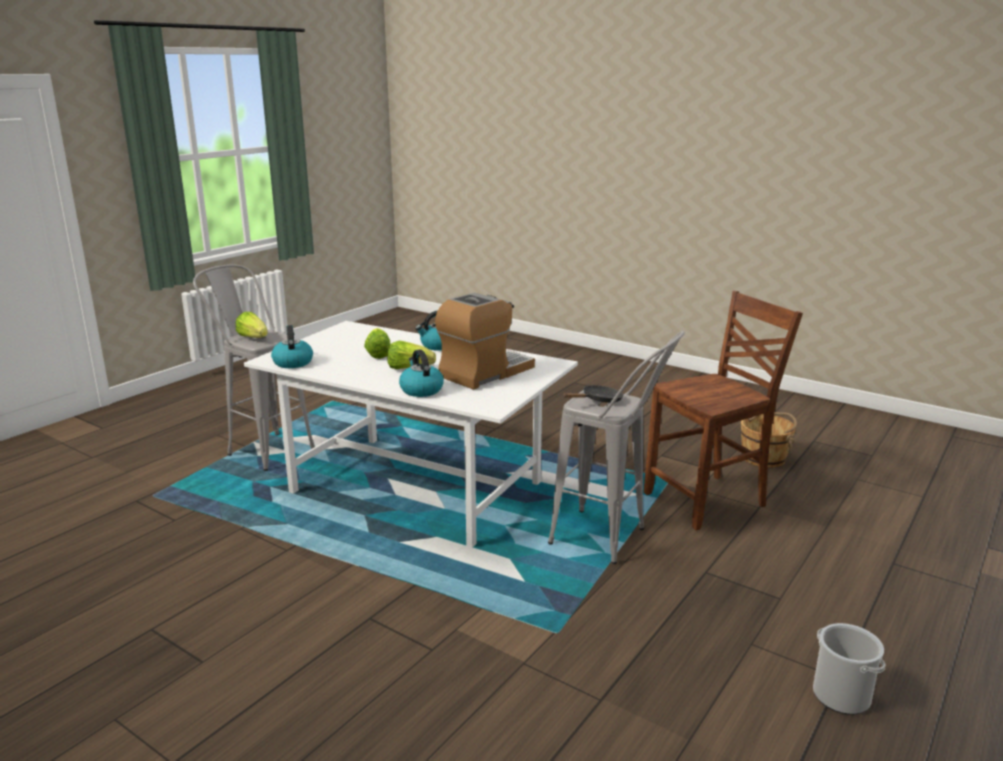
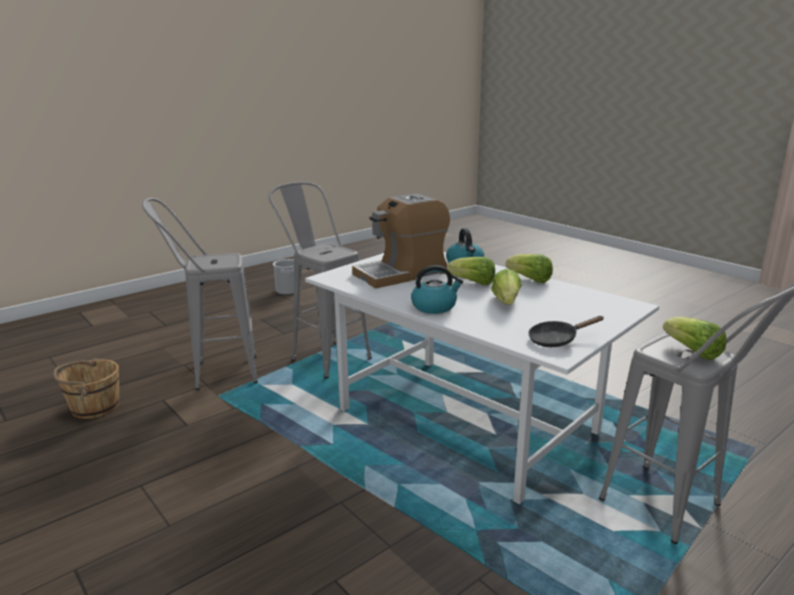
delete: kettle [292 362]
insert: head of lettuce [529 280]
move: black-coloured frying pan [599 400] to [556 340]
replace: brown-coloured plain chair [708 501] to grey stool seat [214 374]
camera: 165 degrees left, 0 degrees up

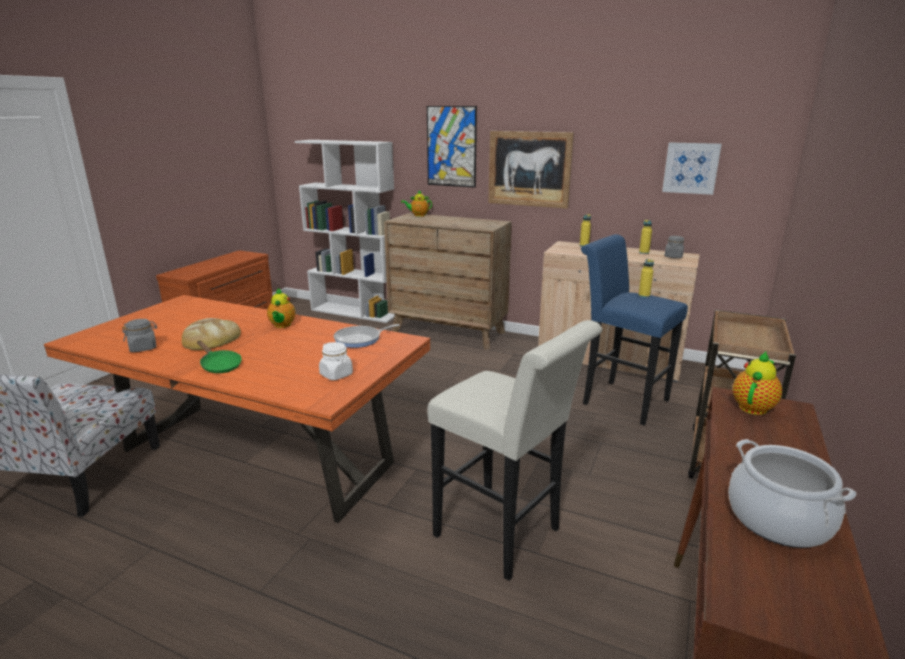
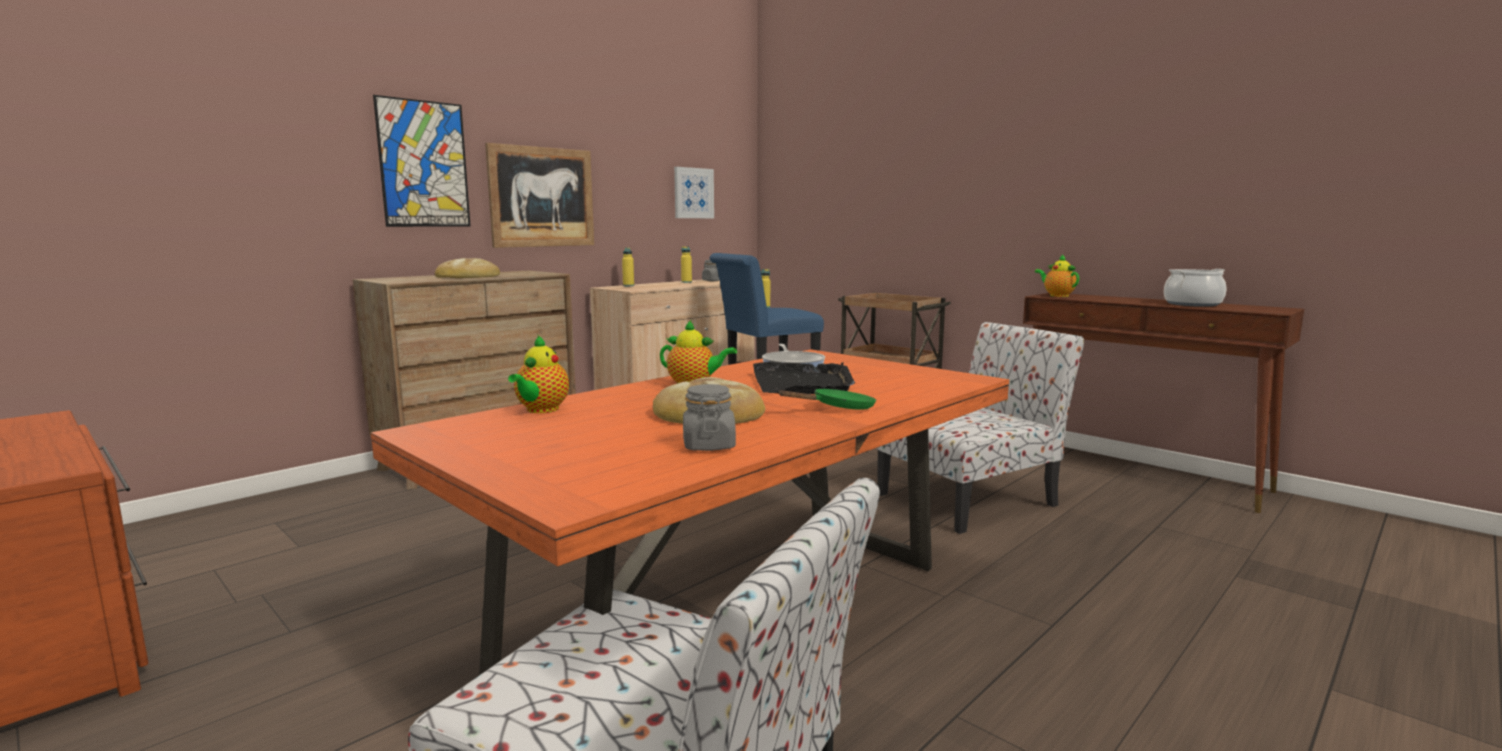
delete: white shelving unit [355 312]; white preserve jar [336 375]
insert: baked bread [469 276]; black-coloured carrying tray [803 384]
move: tea pot [418 215] to [541 410]
replace: white stool seat [504 536] to plain chair [970 499]
camera: 70 degrees left, 10 degrees down

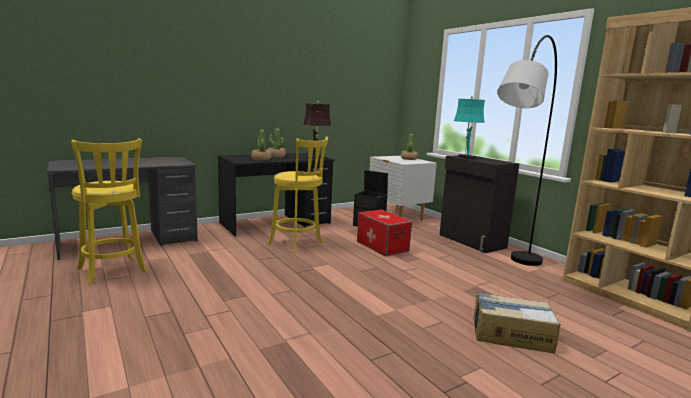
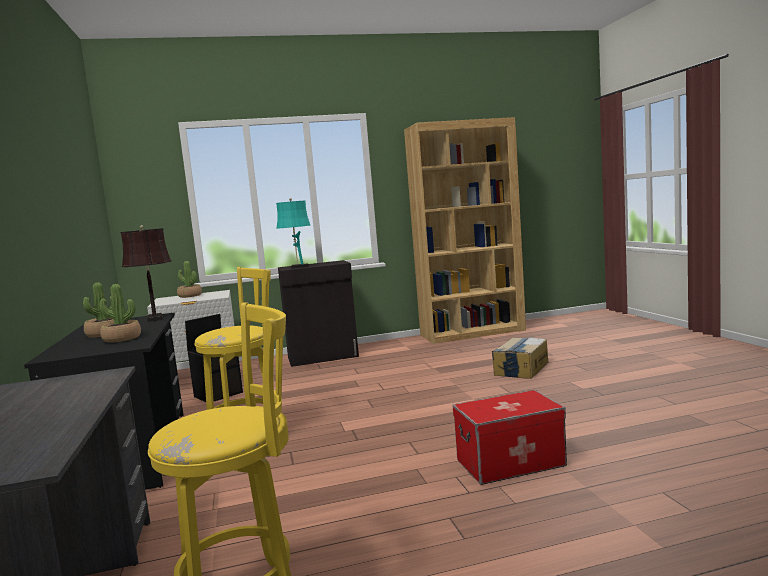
delete: grey standard lamp [510 277]
move: storage box [382 246] to [510 462]
camera: 70 degrees left, 5 degrees down

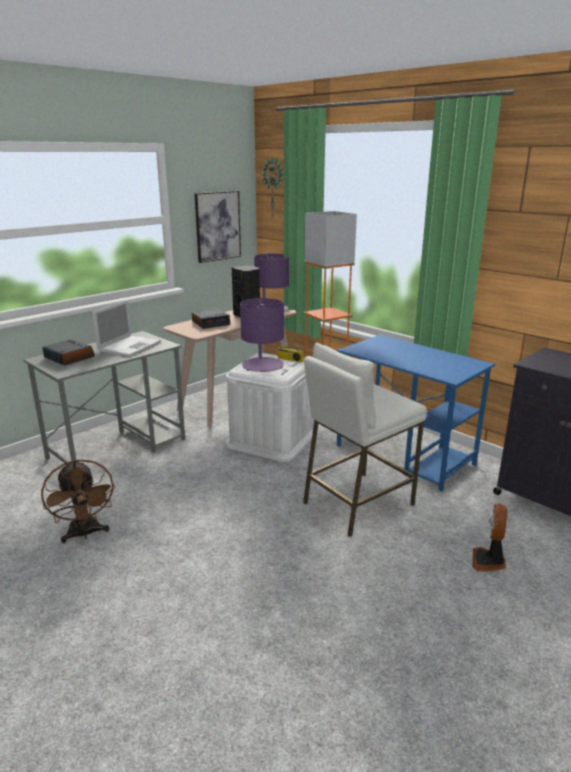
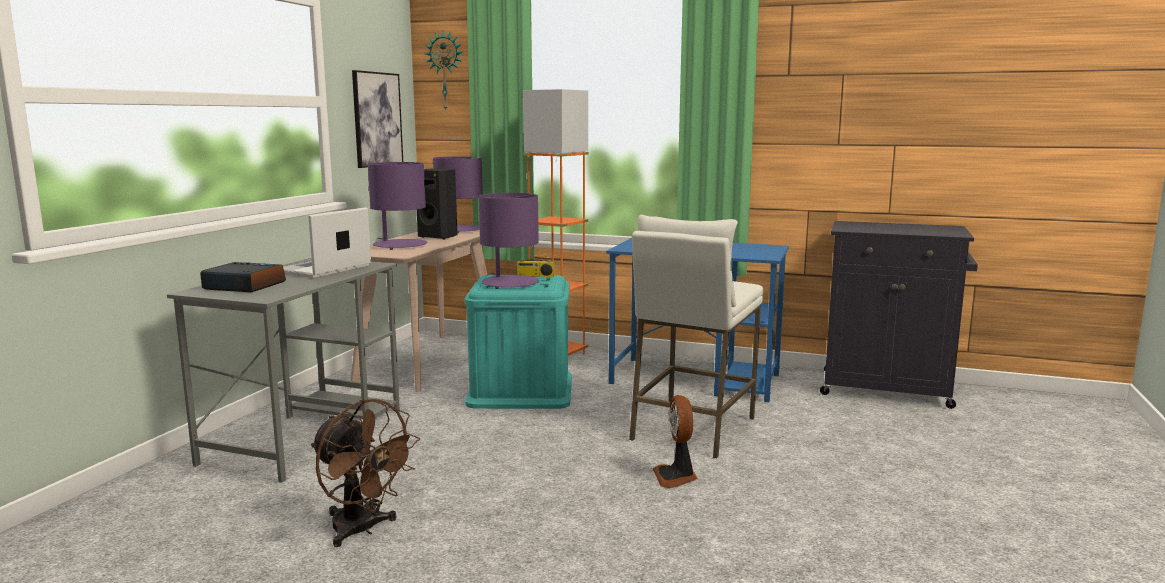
move: fan [489 561] to [676 477]
replace: alarm clock [211 323] to purple table lamp [399 245]
recolor: white storage box [272 439] to turquoise-coloured storage box [521 390]
rotate: portable computer [130 346] = [322 269] 150 degrees counterclockwise
camera: 25 degrees left, 10 degrees down

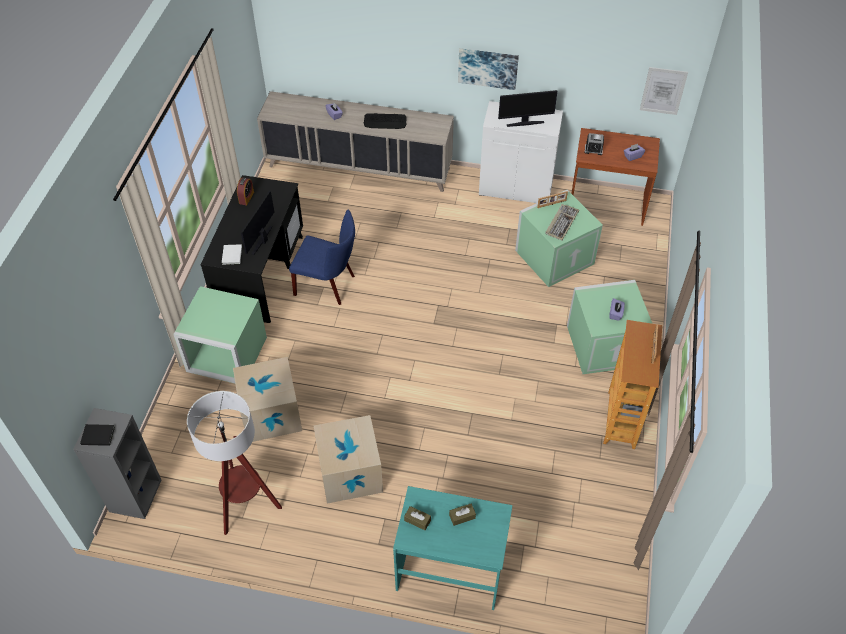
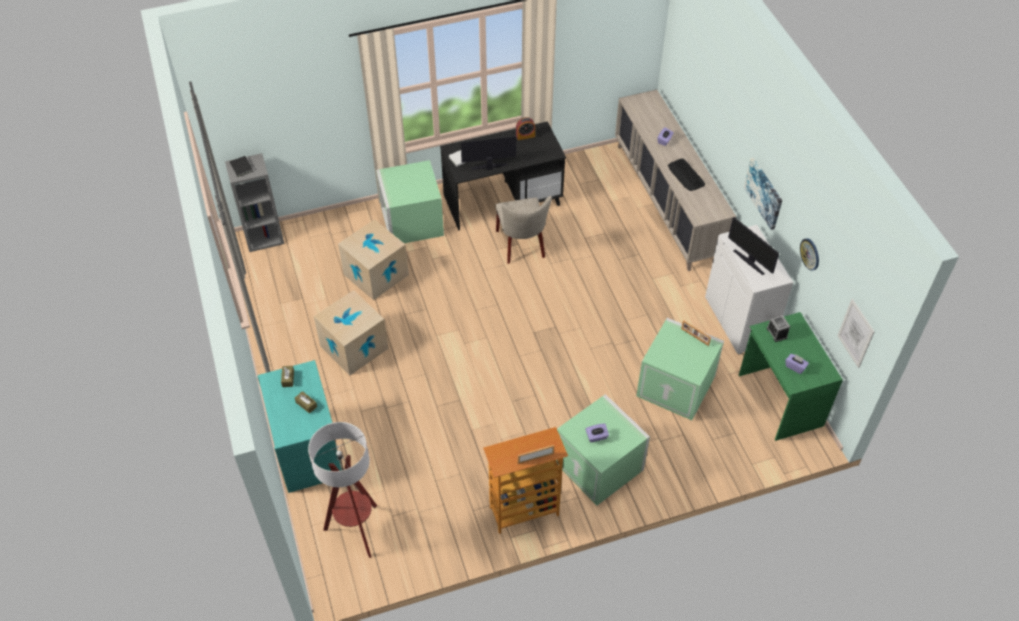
delete: computer keyboard [561 223]
insert: clock on the wall [810 254]
move: standard lamp [247 507] to [356 530]
recolor: brown-coloured desk [606 204] to greenish desk [779 400]; bluish plain chair [328 285] to sand-coloured plain chair [522 246]
camera: 60 degrees right, 0 degrees up

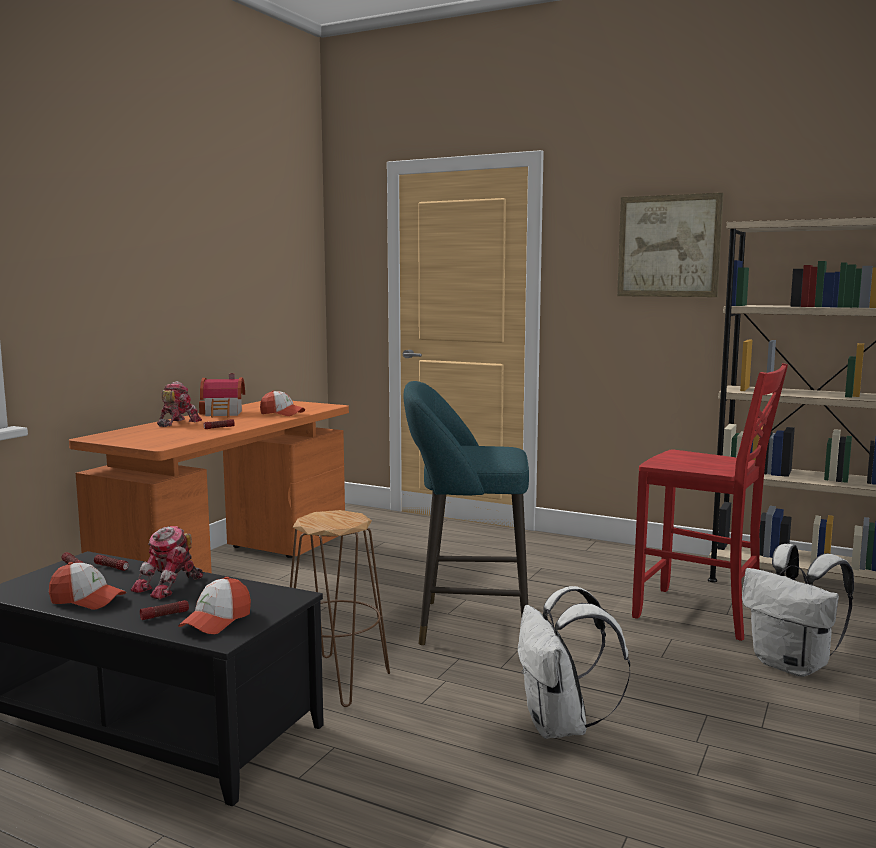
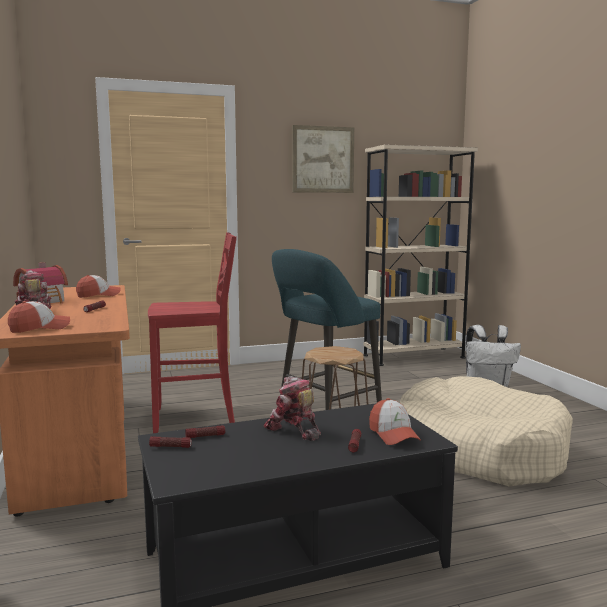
move: red plain chair [701 615] to [196 418]; peaked cap [87 600] to [40 328]
replace: white rucksack [561 727] to sand-coloured dog cushion [478 450]
rotate: robot figure [170 586] = [293 430] 150 degrees clockwise
camera: 45 degrees left, 0 degrees up

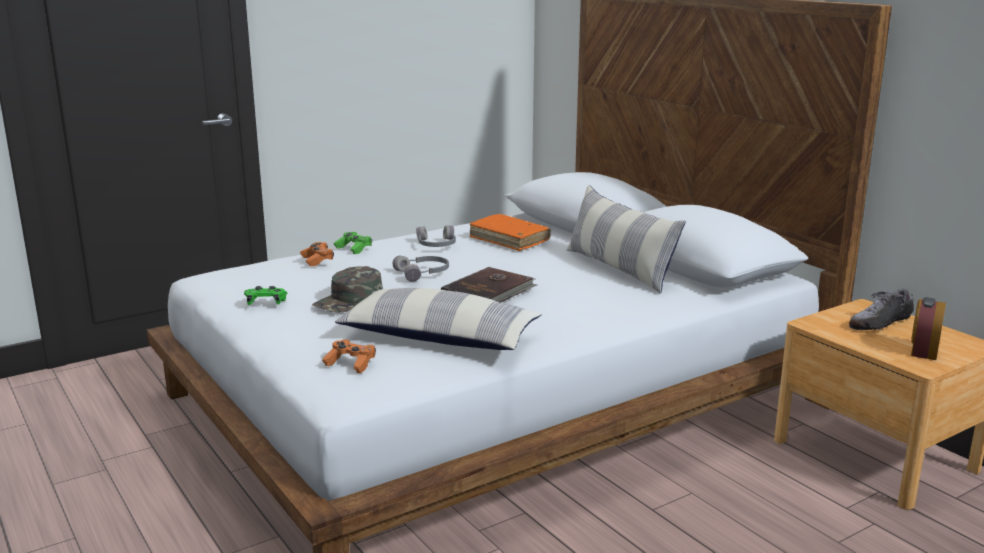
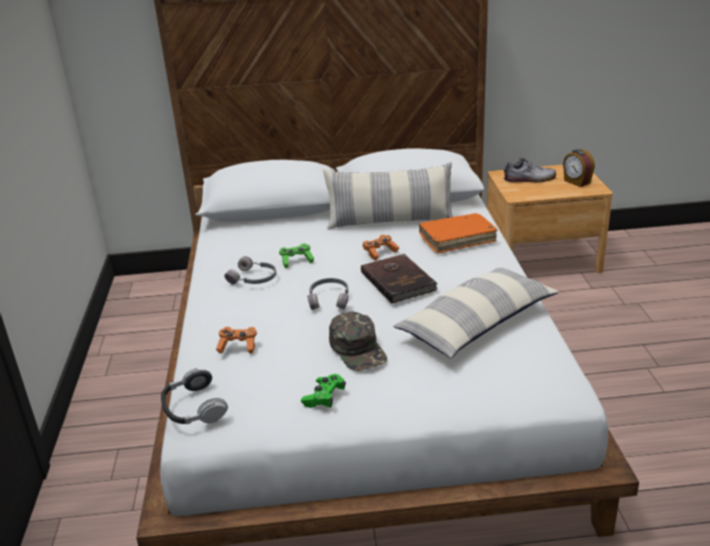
insert: headphones [193 407]
move: orangey book [509 240] to [457 239]; greenish joypad [353 249] to [296 261]; orangey joypad [350 364] to [380 252]
rotate: low shoe [879 323] = [529 179] 90 degrees counterclockwise
camera: 60 degrees left, 10 degrees up

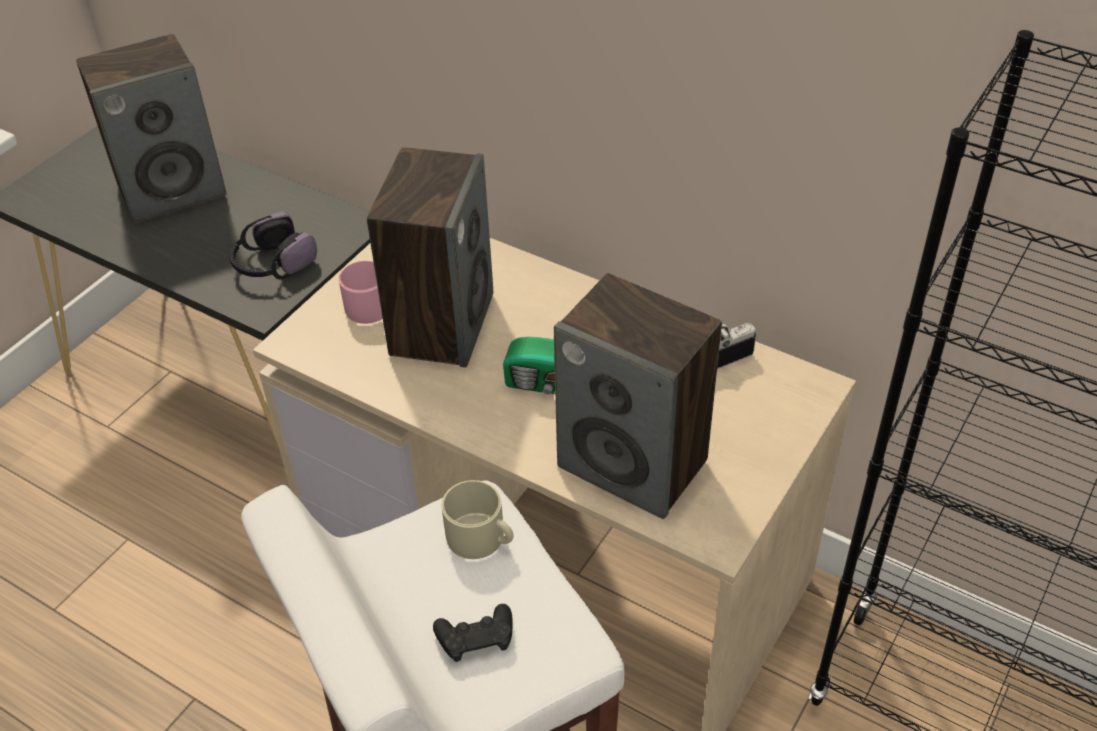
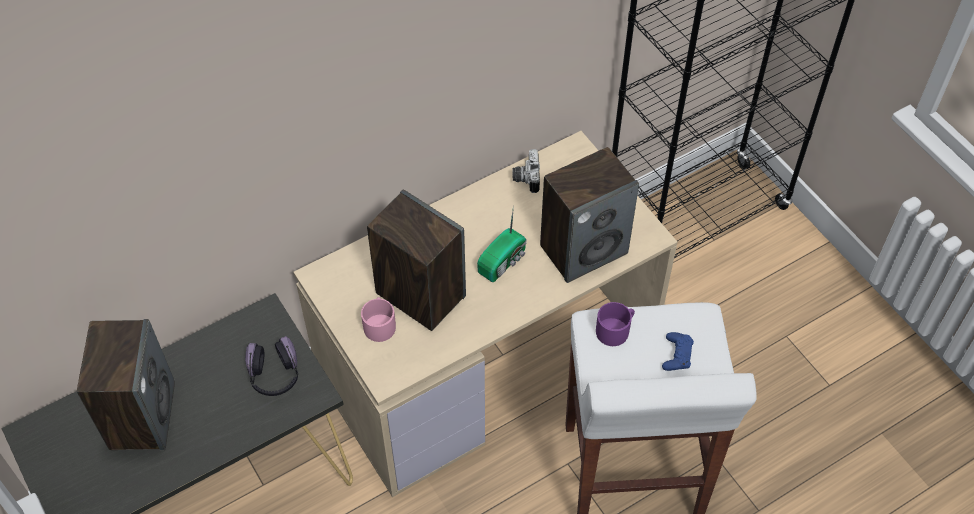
recolor: sand-coloured coffee mug [481 538] to purple coffee mug [615 329]; black-coloured joypad [476 637] to bluish joypad [677 355]
camera: 65 degrees left, 10 degrees up

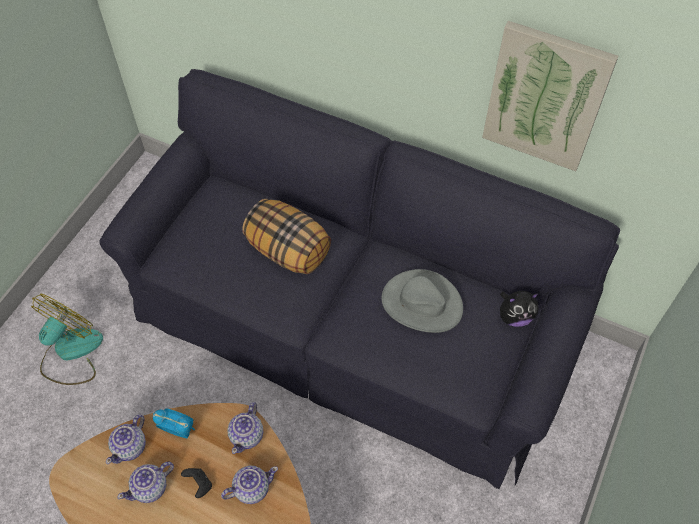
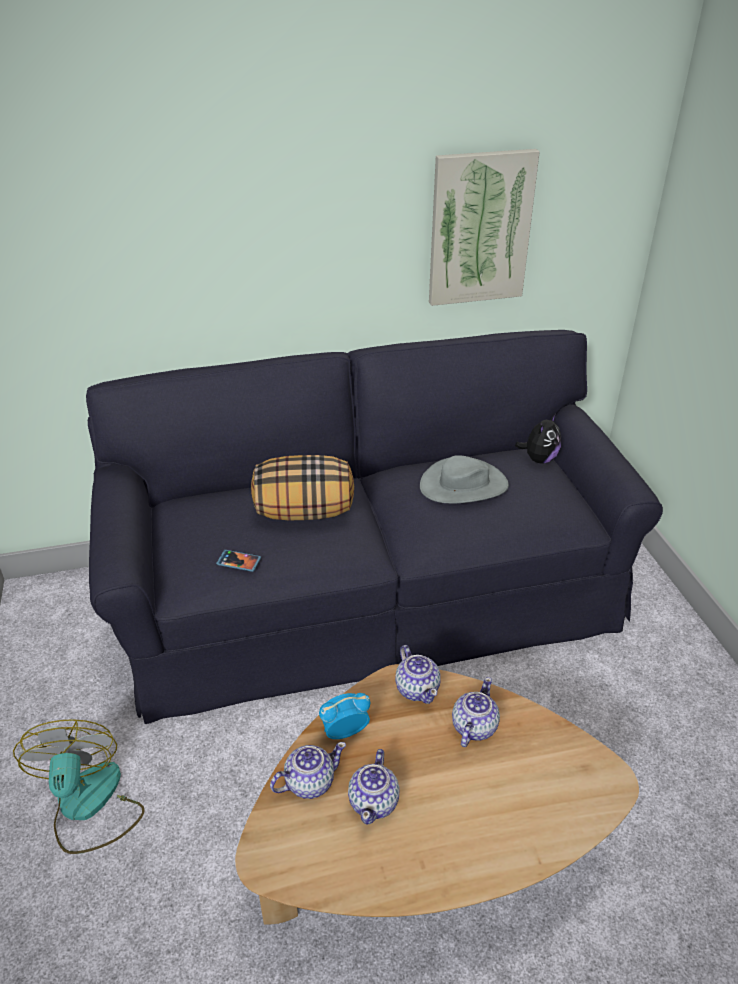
delete: black-coloured joypad [199 484]
insert: telephone [238 562]
rotate: tea pot [130 446] = [309 782] 105 degrees counterclockwise
camera: 40 degrees left, 20 degrees down

